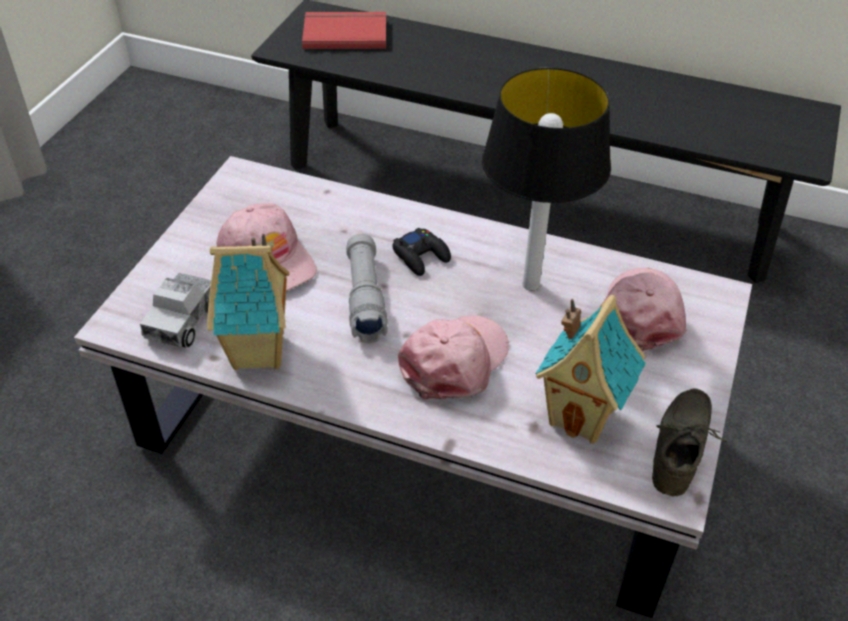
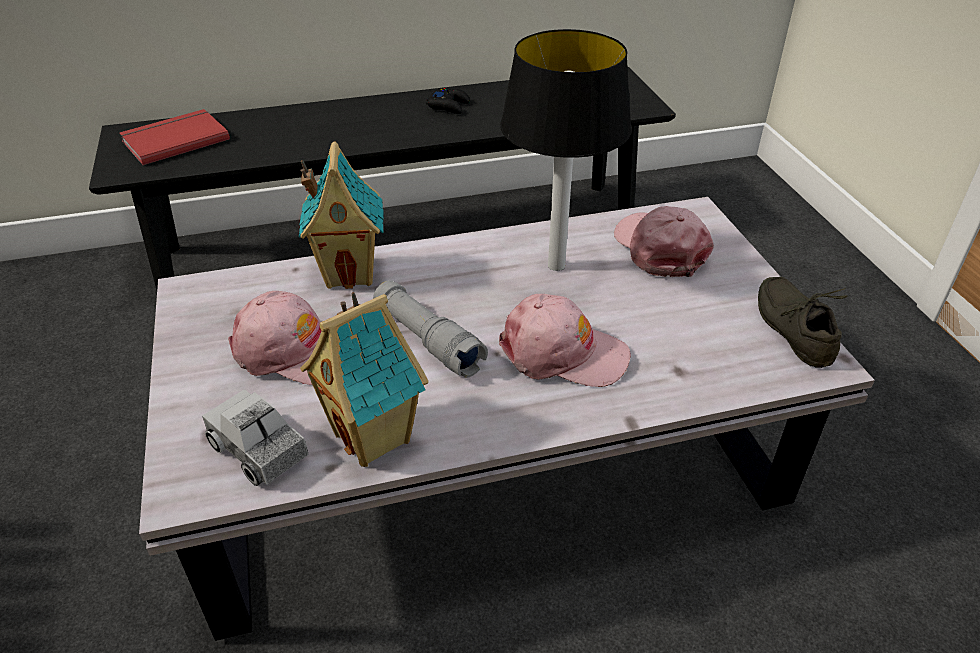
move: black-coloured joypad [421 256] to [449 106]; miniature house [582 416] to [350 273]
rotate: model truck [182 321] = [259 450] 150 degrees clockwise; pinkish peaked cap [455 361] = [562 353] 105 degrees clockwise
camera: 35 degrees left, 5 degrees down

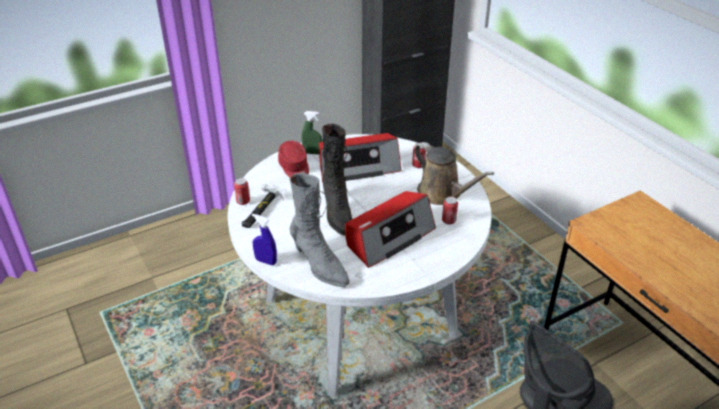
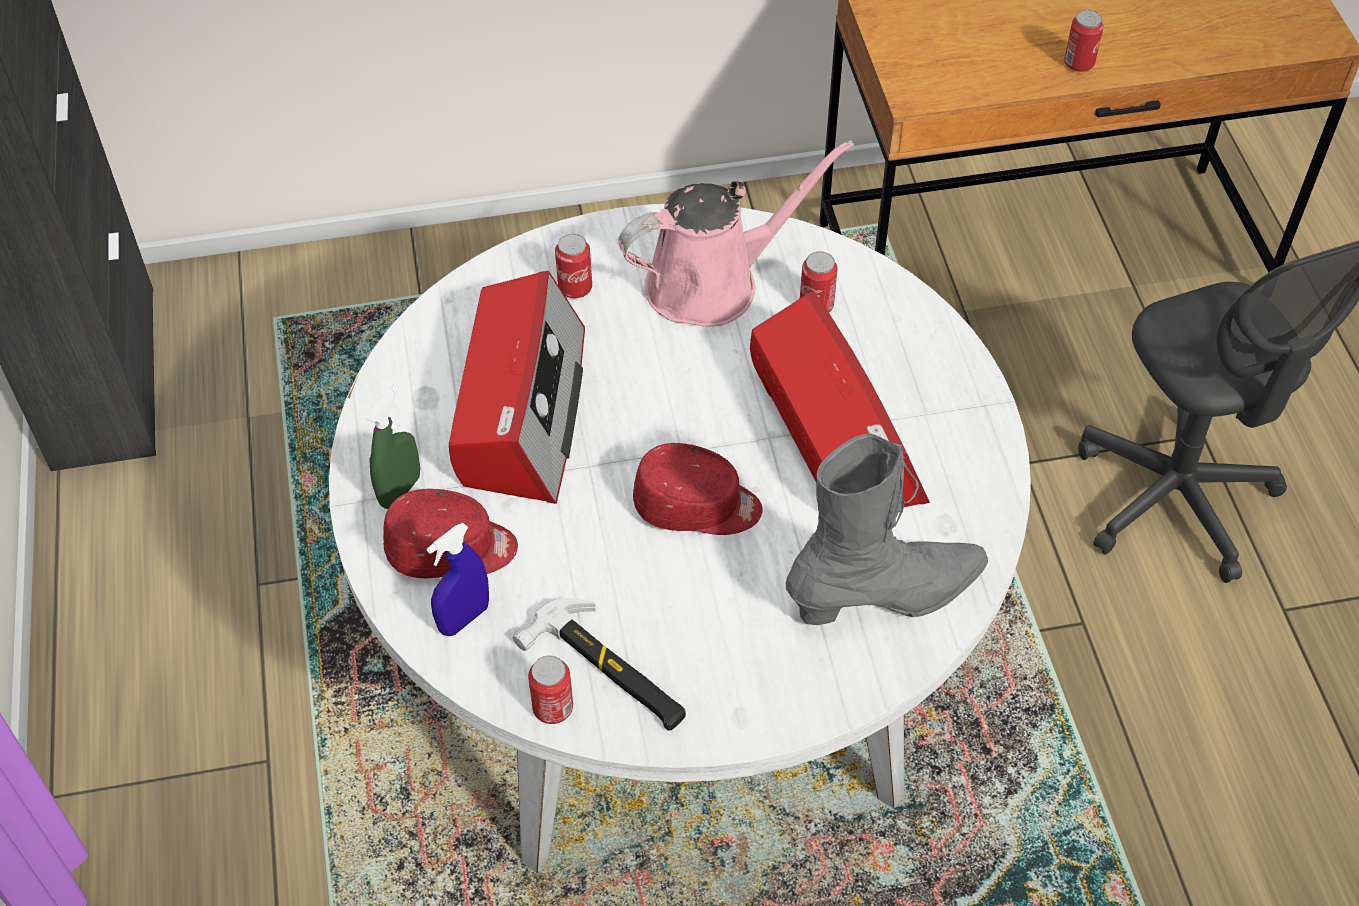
insert: can [1079 63]
move: bluish spray bottle [266 261] to [464 618]
replace: black-coloured tall boot [337 213] to red peaked cap [697 506]
recolor: brown-coloured sprinkling can [442 194] to pinkish sprinkling can [712 283]
camera: 70 degrees left, 15 degrees up

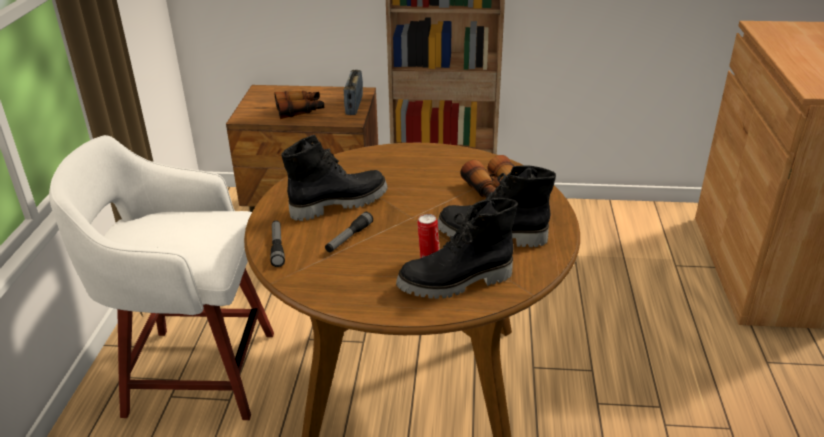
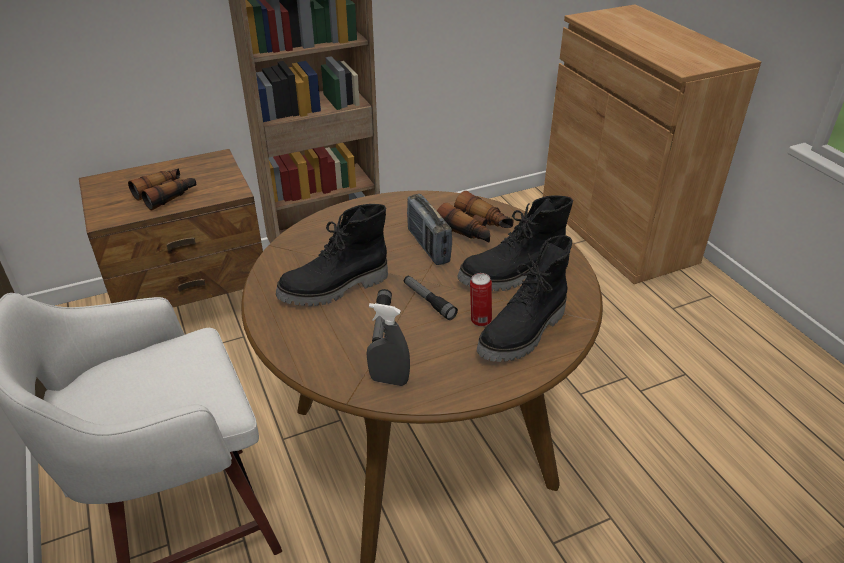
insert: grey spray bottle [389 380]
move: radio set [354 105] to [428 246]; hand torch [277 247] to [428 301]
rotate: black-coloured tall boot [338 203] = [335 289] 150 degrees counterclockwise
camera: 30 degrees left, 5 degrees up

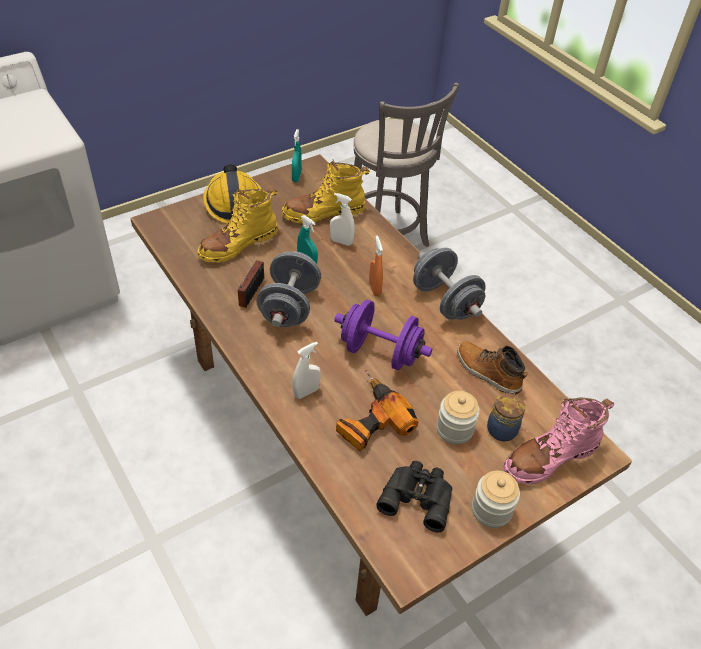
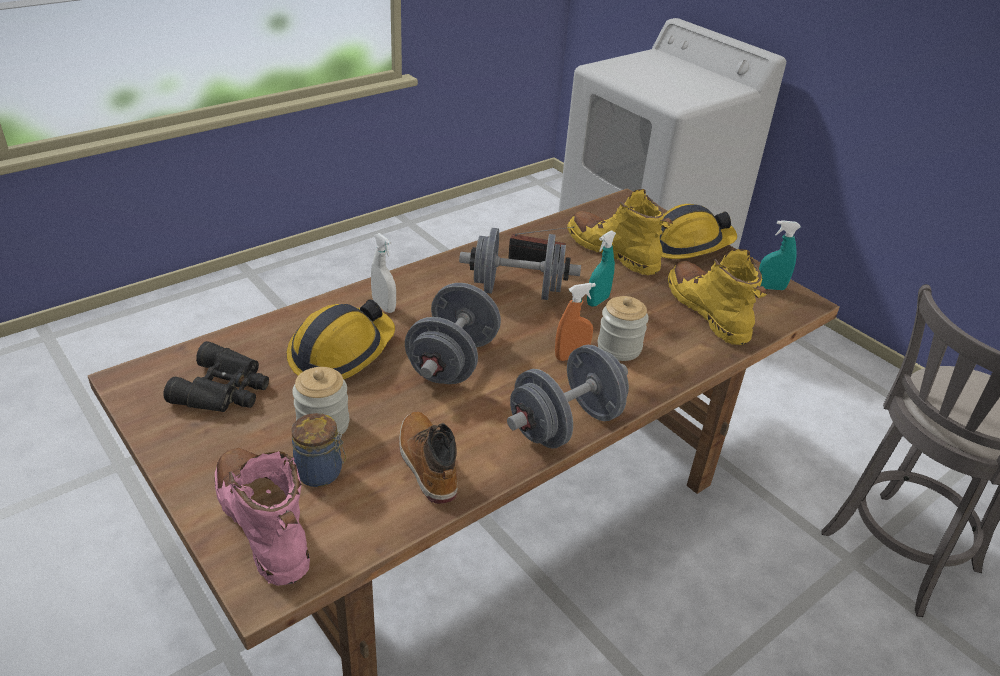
delete: white spray bottle [341 242]
move: preserve jar [491 510] to [619 348]
replace: drill [369 420] to work helmet [341 353]
recolor: purple hand weight [380 352] to grey hand weight [452 361]
rotate: tall boot [487 372] = [427 464] 60 degrees counterclockwise
camera: 85 degrees right, 10 degrees down

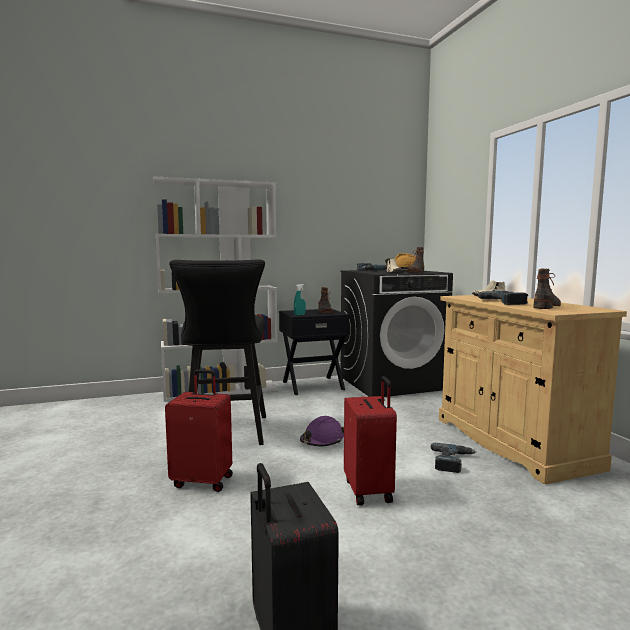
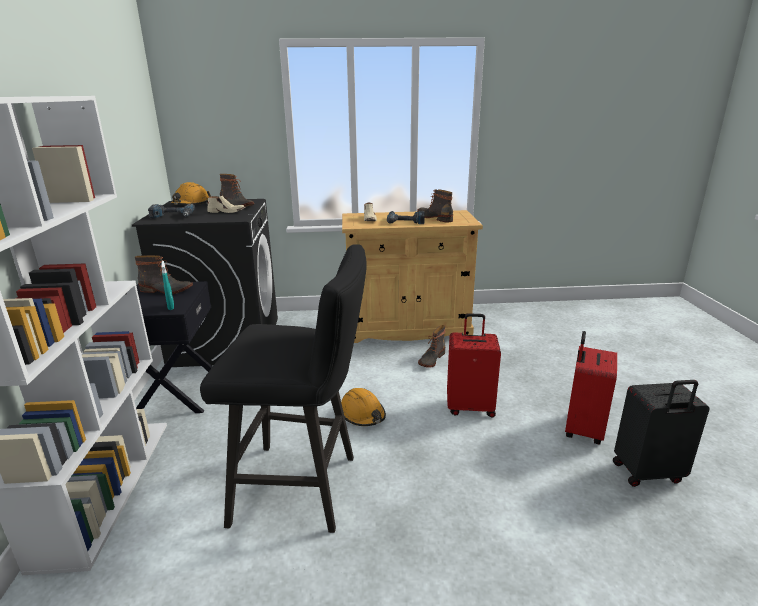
move: red piece of luggage [203 481] to [582 429]
replace: drill [452 461] to tall boot [431 359]
recolor: purple work helmet [322 441] to orangey work helmet [362 415]
camera: 75 degrees left, 15 degrees up

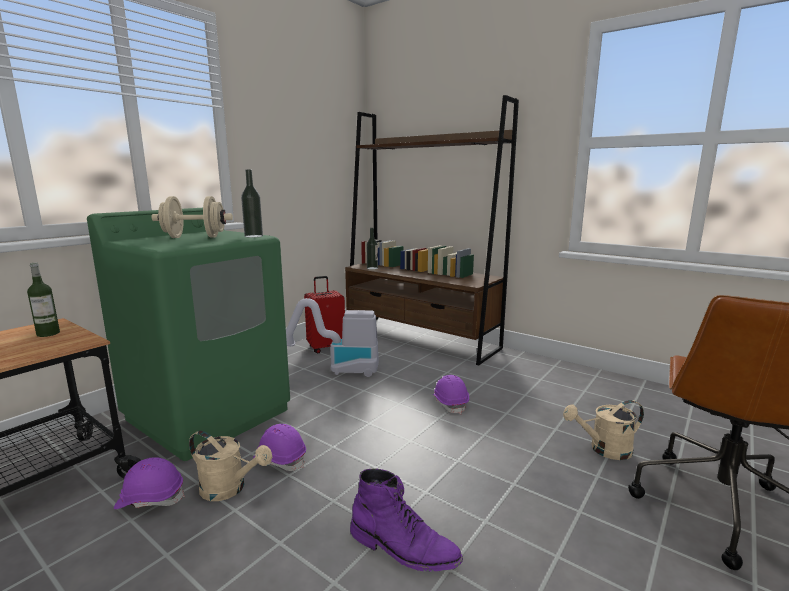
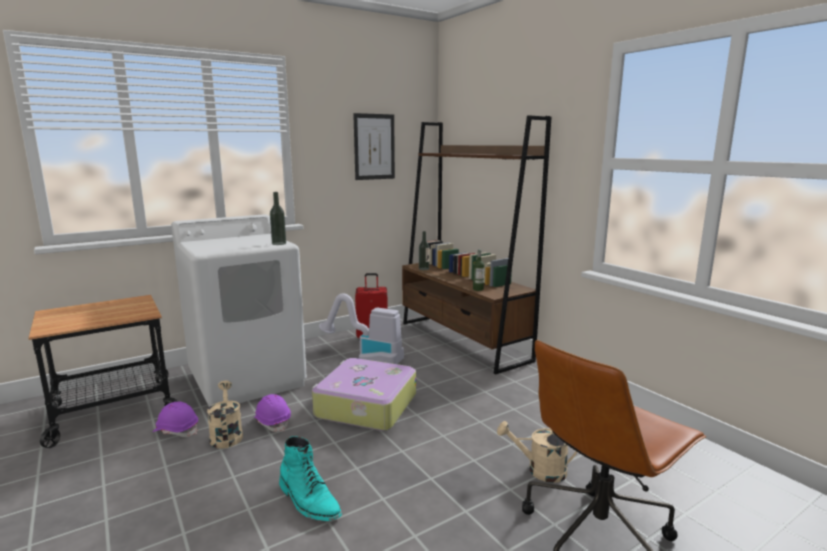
delete: sand-coloured hand weight [195 237]; purple work helmet [450 403]
insert: picture [374 147]; piece of luggage [365 406]
move: beverage bottle [48 333] to [478 289]
recolor: greenish laundry appliance [209 413] to white laundry appliance [248 379]; purple tall boot [403 548] to turquoise-coloured tall boot [309 500]
rotate: sand-coloured sprinkling can [229 489] = [226 435] 150 degrees counterclockwise
camera: 20 degrees right, 0 degrees up

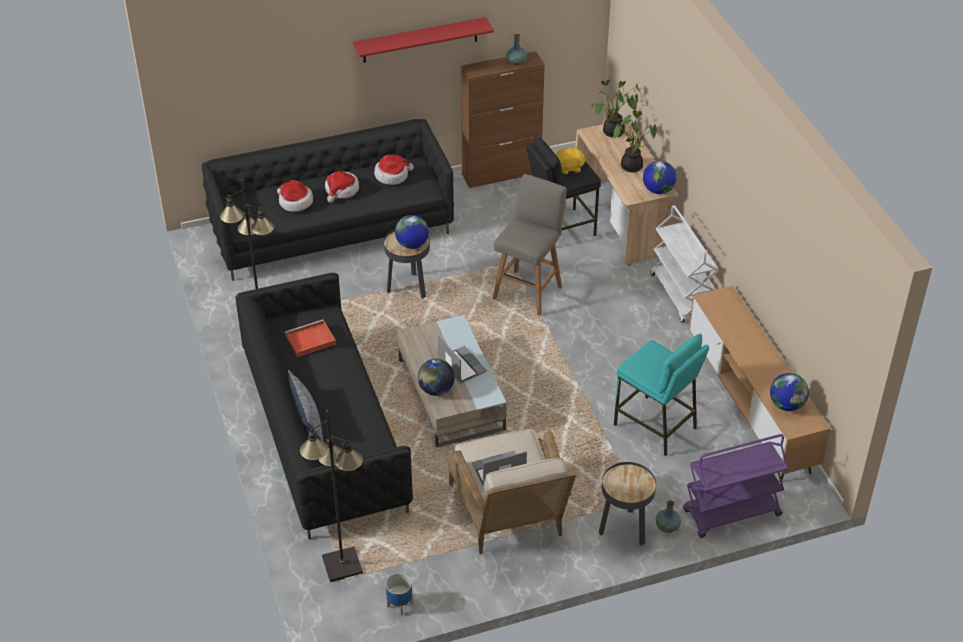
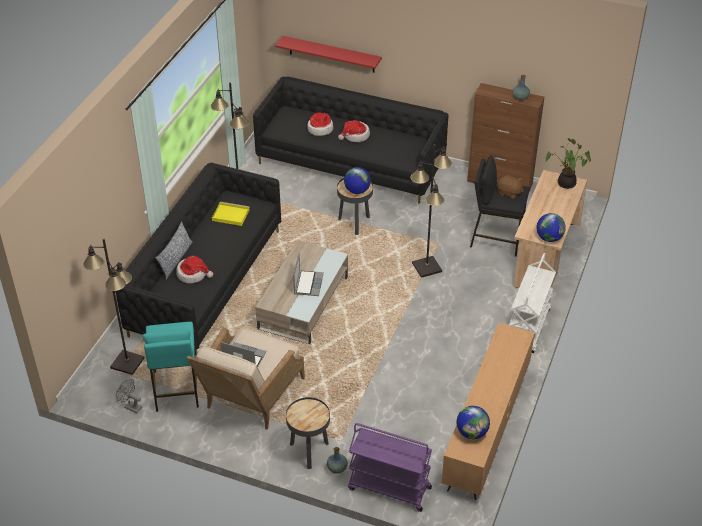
delete: houseplant [631 165]; globe [436 390]
move: red wall shelf [420 40] to [331 54]; wearable hat [392 175] to [193 274]; turquoise-coloured stool seat [655 426] to [176 389]
replace: grey stool seat [528 291] to black-coloured standard lamp [427 267]; planter [400 605] to grey fan [130 406]
recolor: yellow soft toy [569 168] to brown-coloured soft toy [509 193]; red carrying tray [309 340] to yellow carrying tray [230 215]
camera: 40 degrees right, 0 degrees up

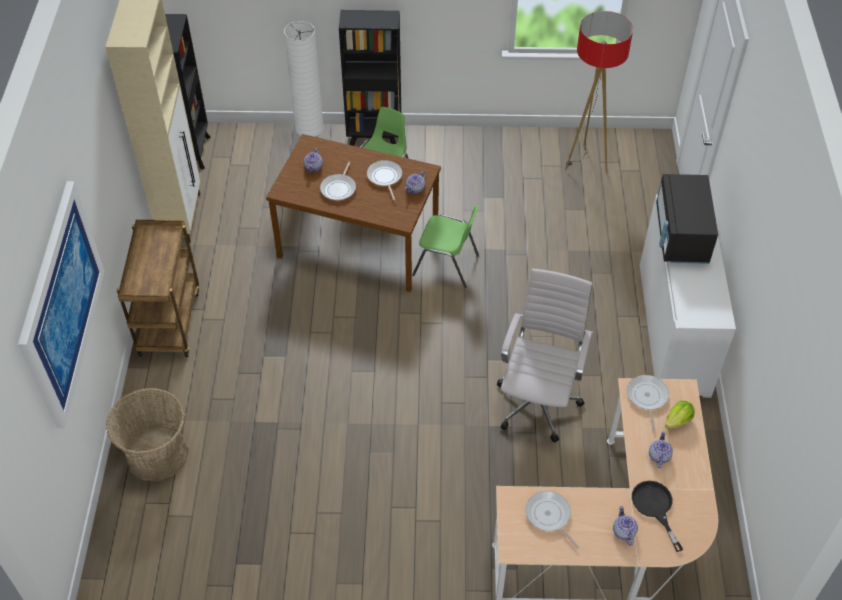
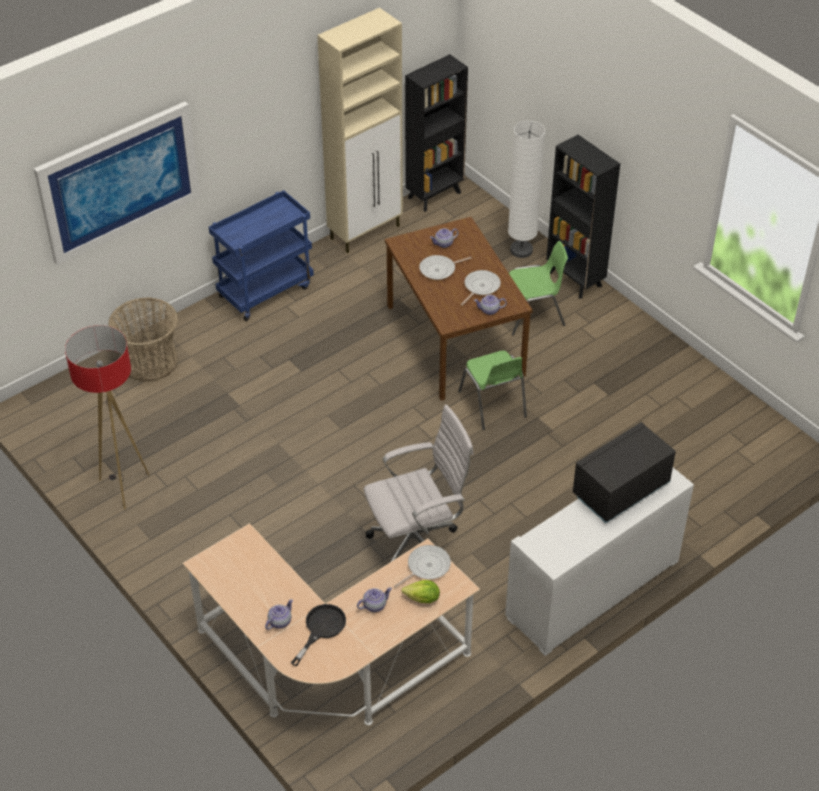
delete: frying pan [549 516]
move: standard lamp [585 162] to [124 487]
recolor: brown-coloured trolley [169 321] to bluish trolley [265 290]
camera: 50 degrees right, 5 degrees down

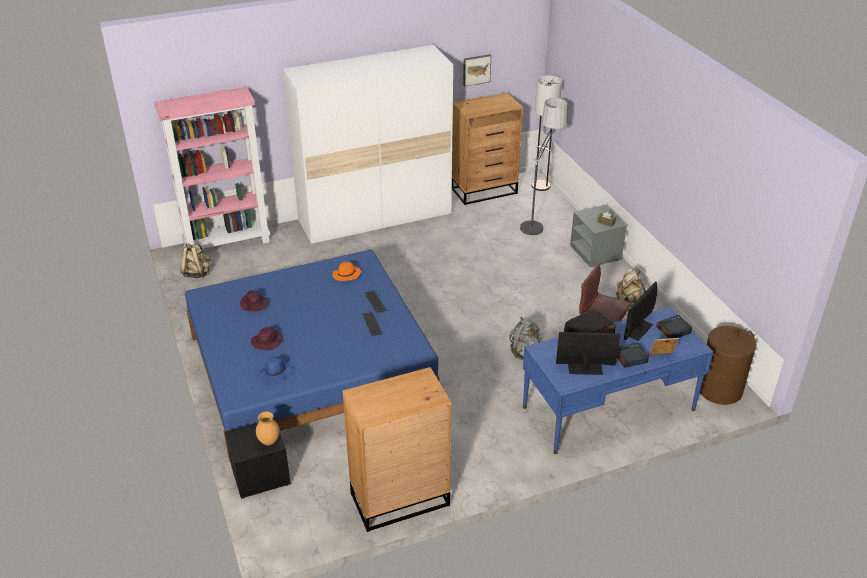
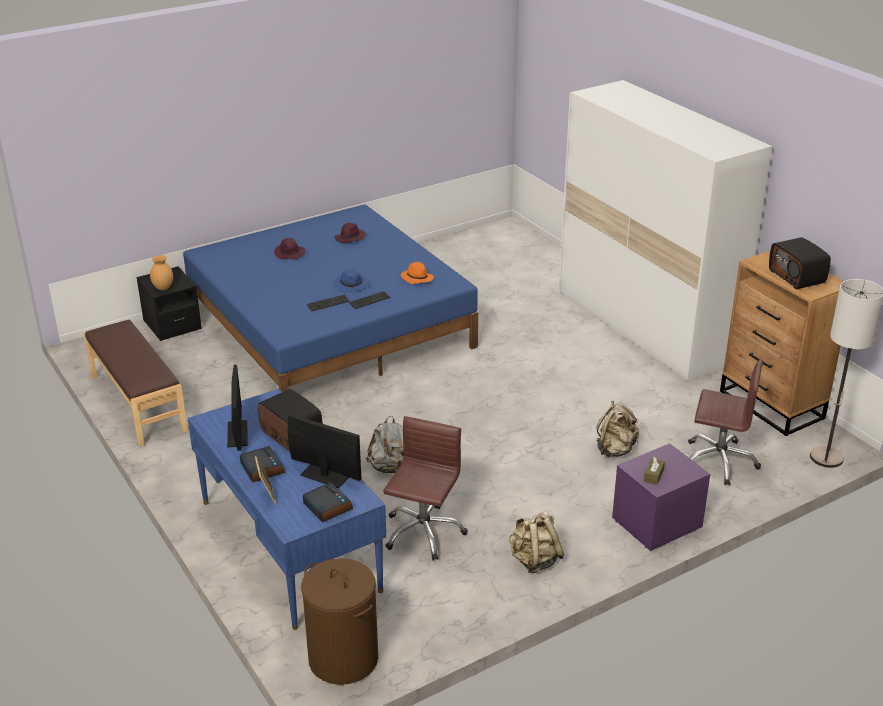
delete: picture [476 69]; pinkish shelving unit [228 243]
insert: radio set [797 276]
move: sand-coloured rucksack [197 273] to [615 450]; bluish wearable hat [276 371] to [352 285]
replace: standard lamp [538 220] to brown-coloured desk chair [719 460]; brown-coloured drawer chest [398 499] to brown-coloured bench [137 403]
recolor: grey nightstand [596 253] to purple nightstand [656 524]
camera: 80 degrees right, 5 degrees down

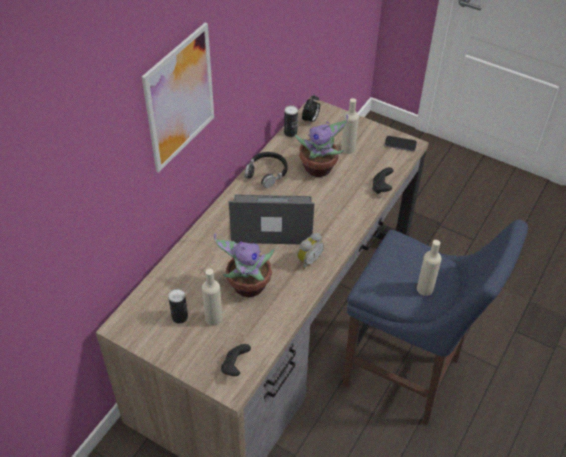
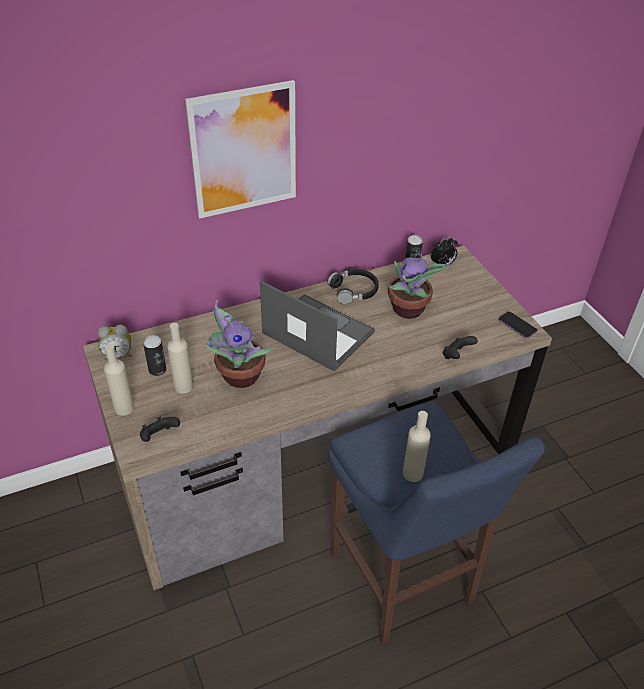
move: sand-coloured beverage bottle [348 149] to [124 408]; alarm clock [308 260] to [118 355]
camera: 35 degrees right, 5 degrees down

